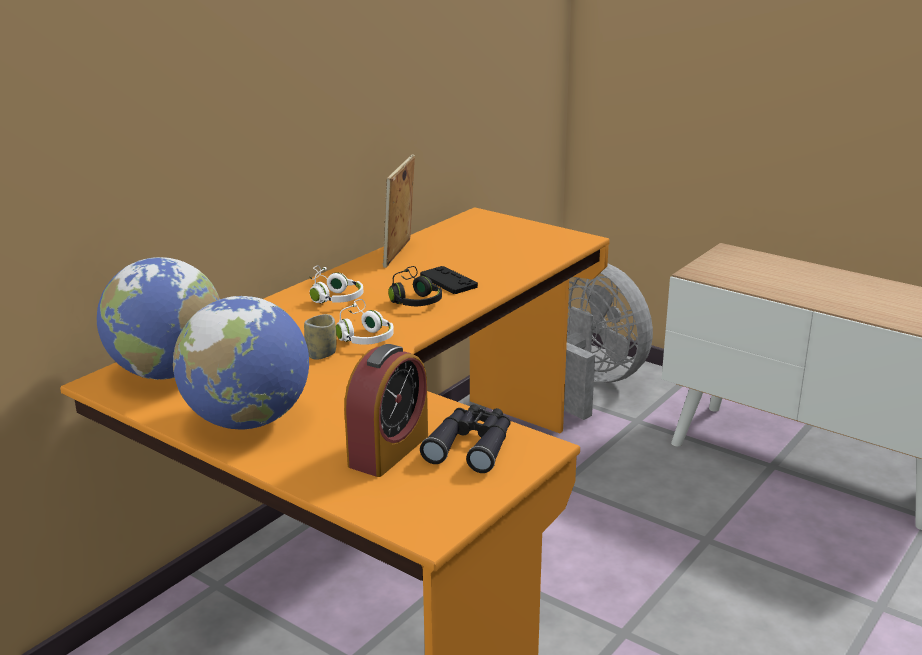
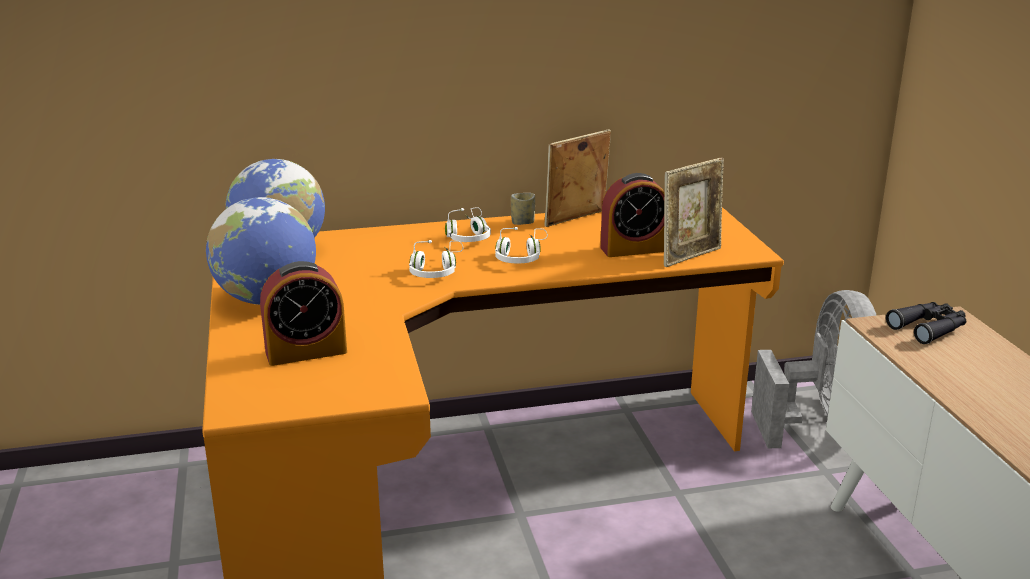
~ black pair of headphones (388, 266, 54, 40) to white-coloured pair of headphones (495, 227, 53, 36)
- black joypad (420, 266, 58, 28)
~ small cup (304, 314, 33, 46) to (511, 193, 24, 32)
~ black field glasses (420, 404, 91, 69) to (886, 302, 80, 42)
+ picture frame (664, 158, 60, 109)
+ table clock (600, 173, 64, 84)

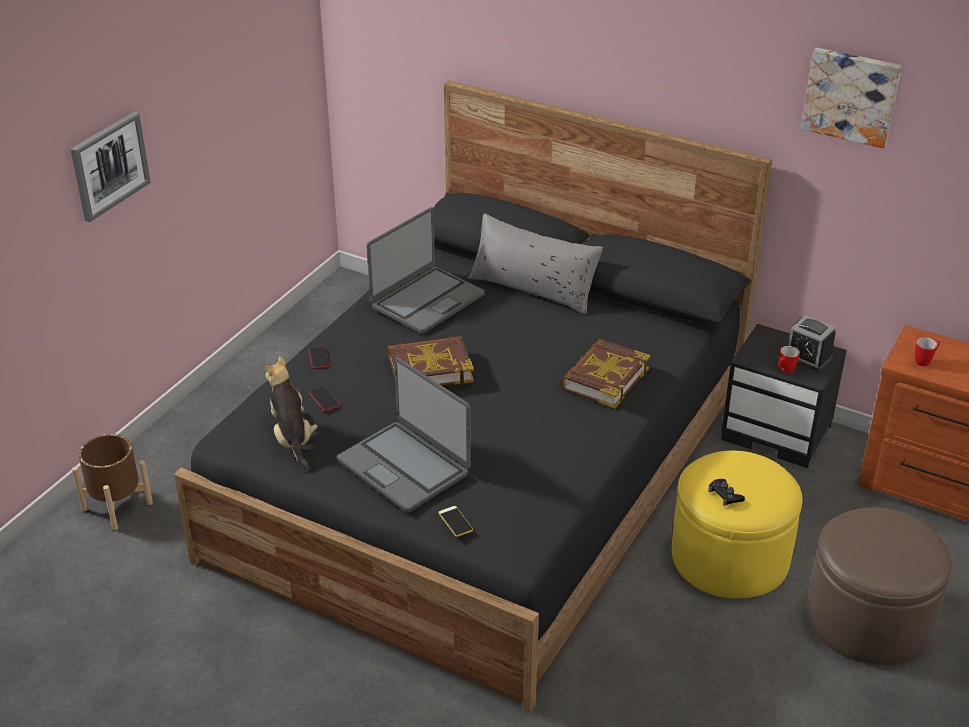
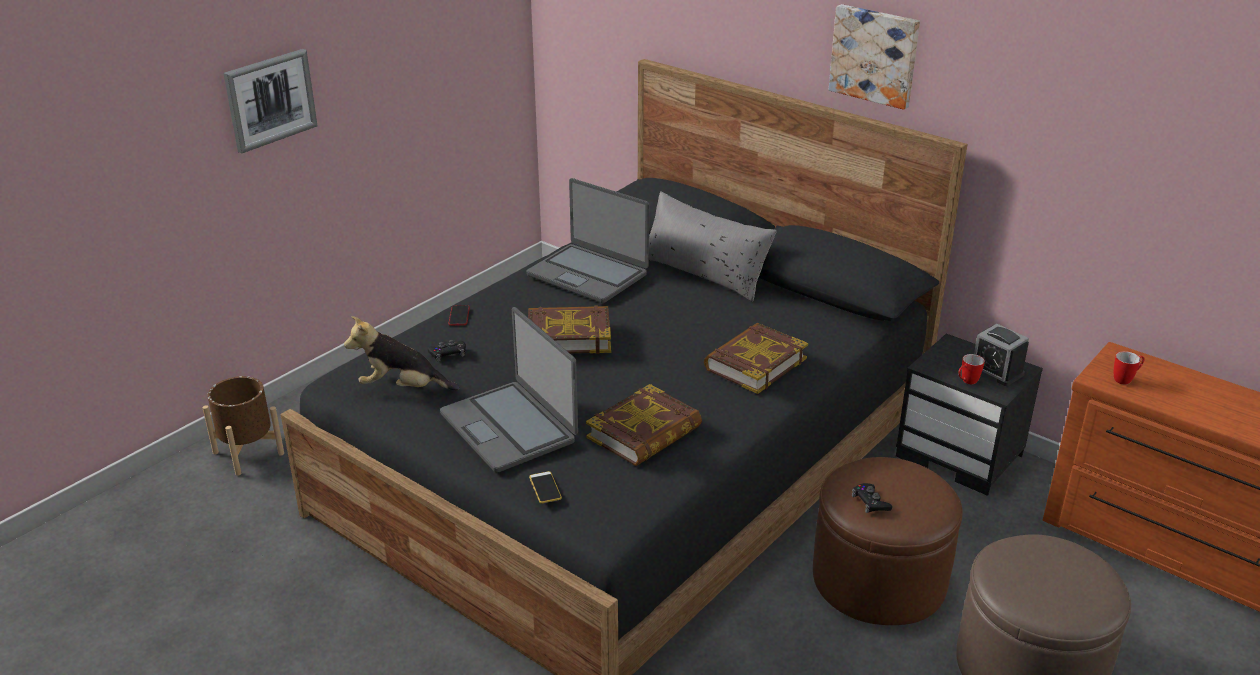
~ wall picture (801, 48, 101, 100) to (829, 4, 91, 106)
~ laptop (366, 207, 119, 127) = (527, 178, 122, 125) 75 degrees clockwise
~ plush toy (265, 356, 53, 115) = (344, 316, 116, 74) 75 degrees counterclockwise
~ phone (309, 387, 31, 25) to black joypad (428, 340, 38, 22)
~ yellowish ottoman (672, 451, 130, 148) to brown-coloured ottoman (813, 457, 150, 168)
+ book (586, 384, 116, 82)

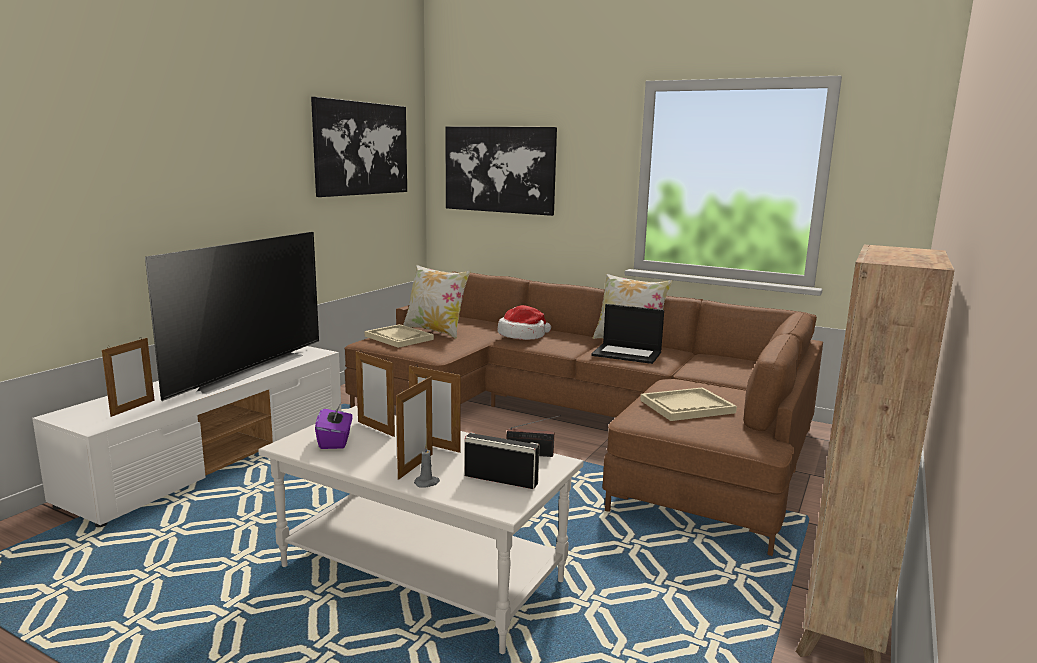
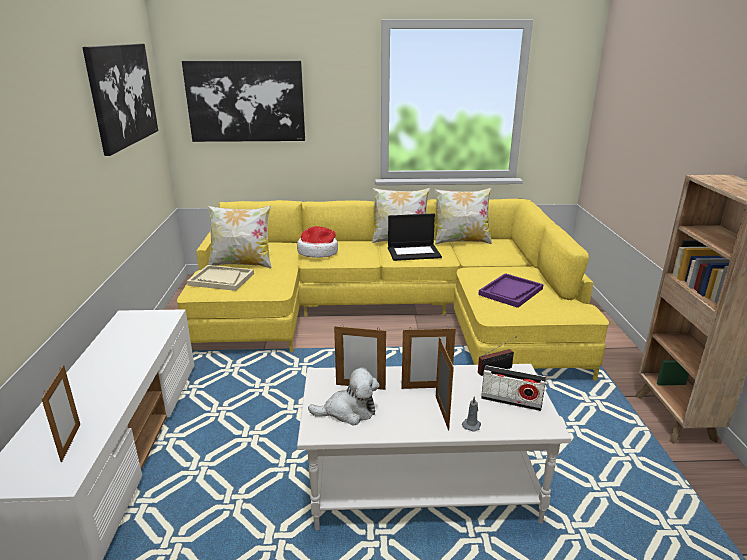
- TV set (145, 232, 174, 169)
~ brown-coloured settee (344, 271, 479, 285) to yellowish settee (177, 199, 432, 182)
~ beige-coloured carrying tray (640, 387, 97, 34) to purplish carrying tray (478, 273, 65, 35)
~ purplish box of tissues (315, 403, 38, 46) to plush toy (308, 367, 72, 58)
~ radio receiver (465, 432, 74, 57) = (481, 365, 65, 46) 150 degrees counterclockwise
+ cushion (435, 188, 57, 57)

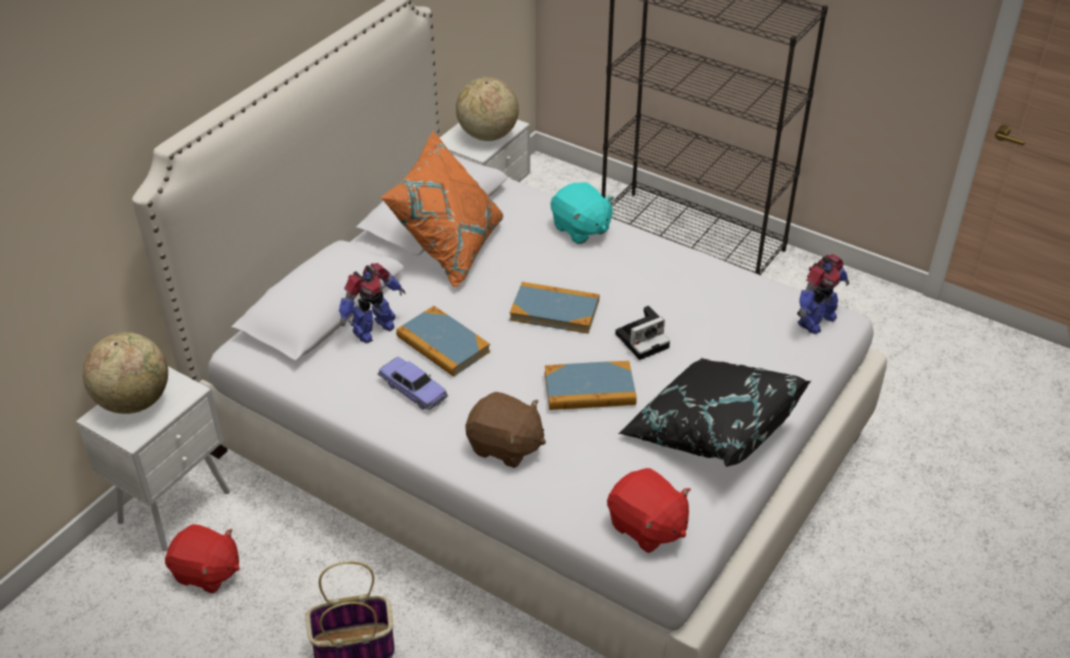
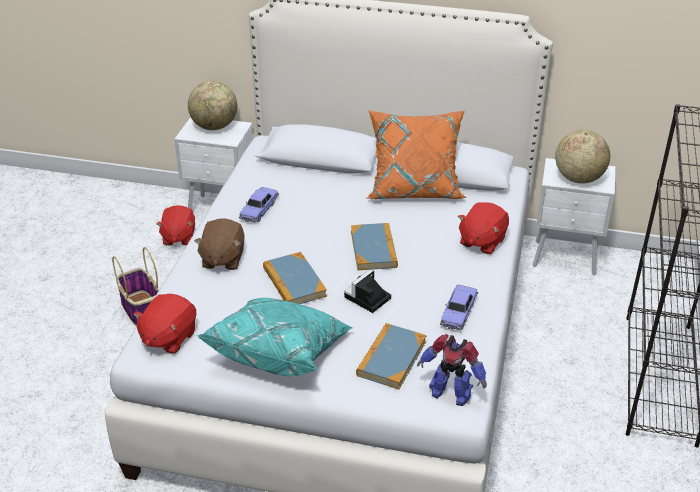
~ turquoise plush toy (551, 182, 63, 62) to reddish plush toy (458, 202, 51, 52)
- model robot (339, 263, 66, 80)
~ book (396, 306, 94, 71) to (356, 323, 70, 66)
~ still camera (615, 306, 55, 54) = (344, 269, 47, 44) 90 degrees clockwise
~ black cushion (618, 358, 193, 109) to turquoise cushion (197, 298, 156, 79)
+ miniature car (440, 285, 38, 45)

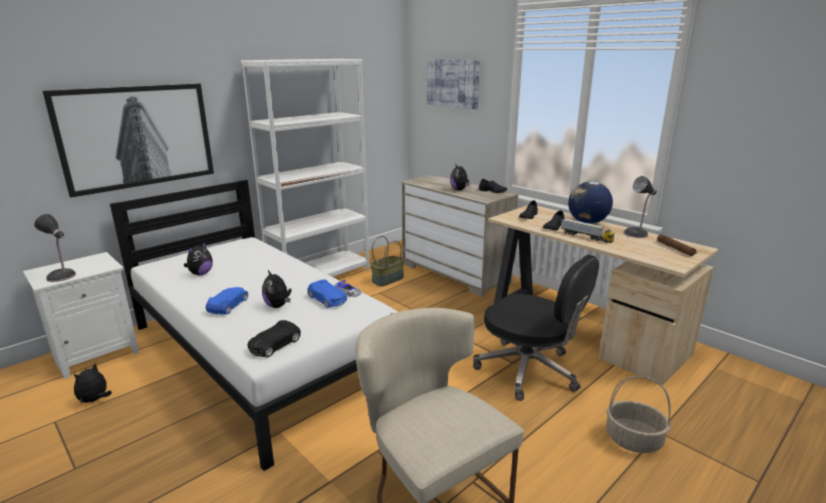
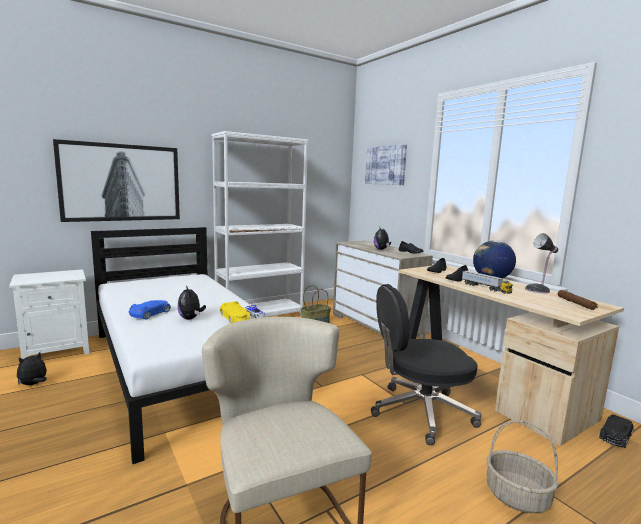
- tabletop lamp (34, 214, 42, 68)
- plush toy (184, 242, 29, 33)
~ black office chair (473, 255, 126, 146) = (371, 284, 111, 161) 120 degrees clockwise
~ bluish miniature car (307, 280, 40, 28) to yellowish miniature car (220, 302, 30, 22)
~ black miniature car (248, 320, 53, 37) to (599, 414, 35, 34)

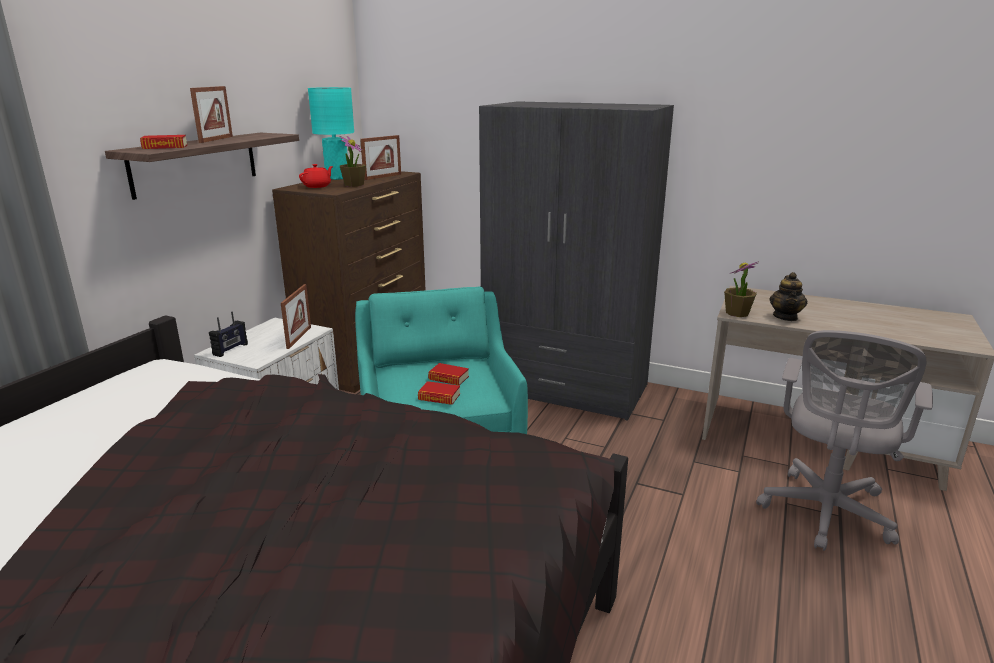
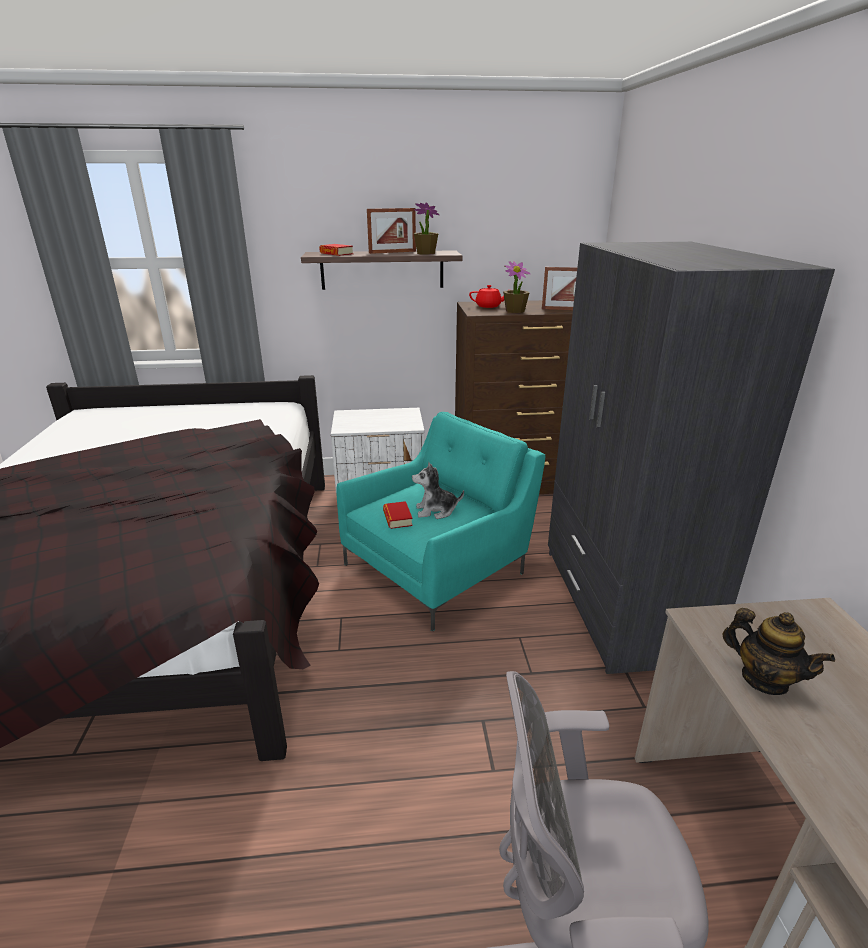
- turquoise tabletop lamp (308, 87, 46, 93)
~ plant in a pot (724, 262, 34, 55) to (414, 203, 26, 52)
~ pot for tea (769, 272, 39, 49) = (722, 608, 113, 87) 120 degrees counterclockwise
- picture frame (281, 284, 30, 65)
- radio receiver (209, 312, 39, 45)
~ book (428, 363, 41, 22) to plush toy (412, 462, 52, 57)

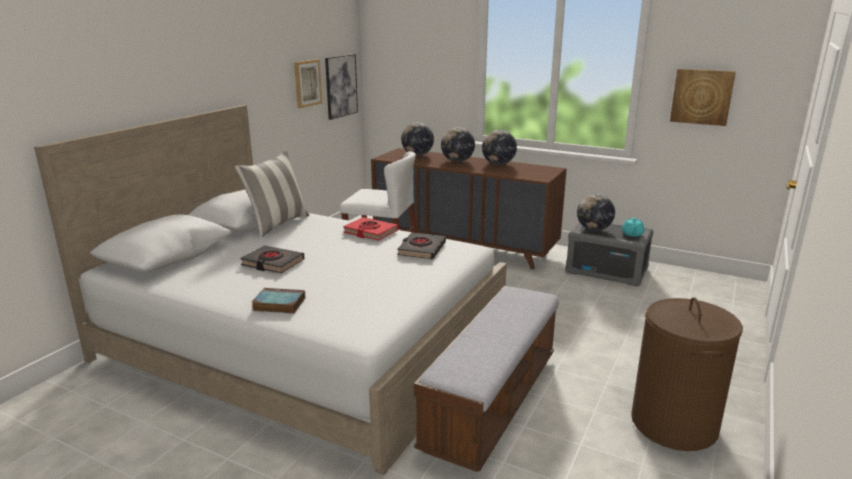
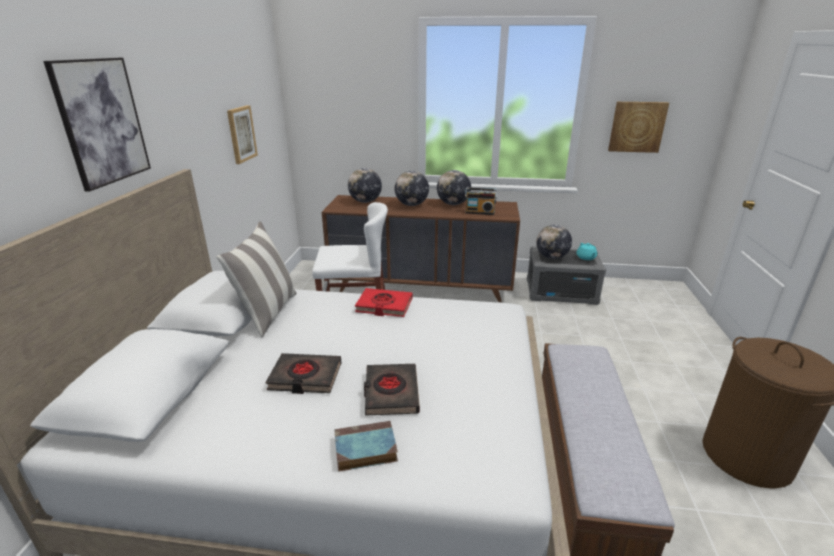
~ wall picture (325, 54, 33, 66) to (43, 58, 108, 134)
~ black book (397, 232, 49, 27) to (364, 364, 56, 52)
+ radio receiver (465, 187, 32, 28)

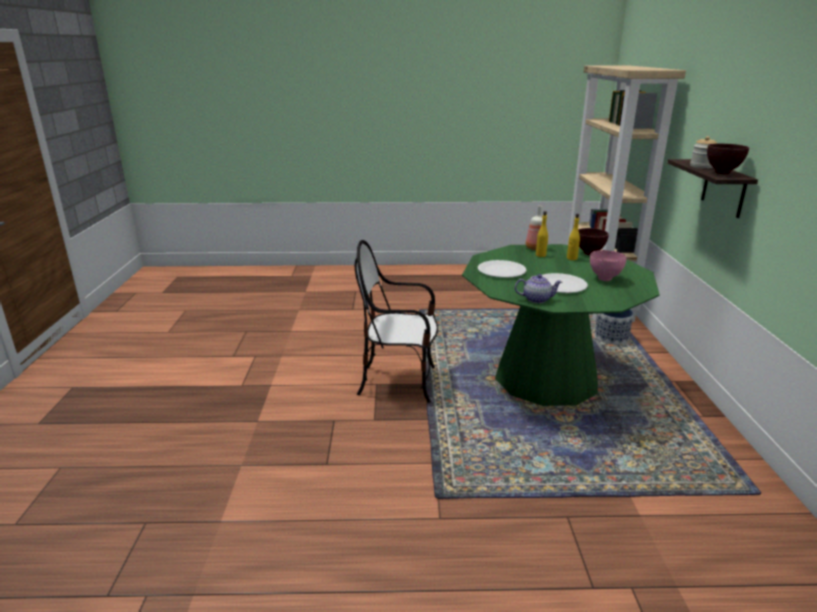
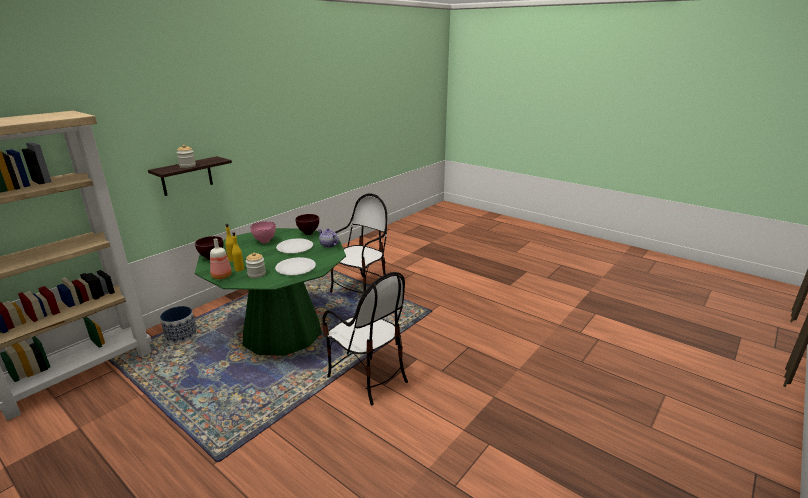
~ brown-coloured serving bowl (707, 143, 42, 31) to (295, 214, 24, 21)
+ upright chair (330, 193, 57, 100)
+ preserve jar (246, 253, 20, 25)

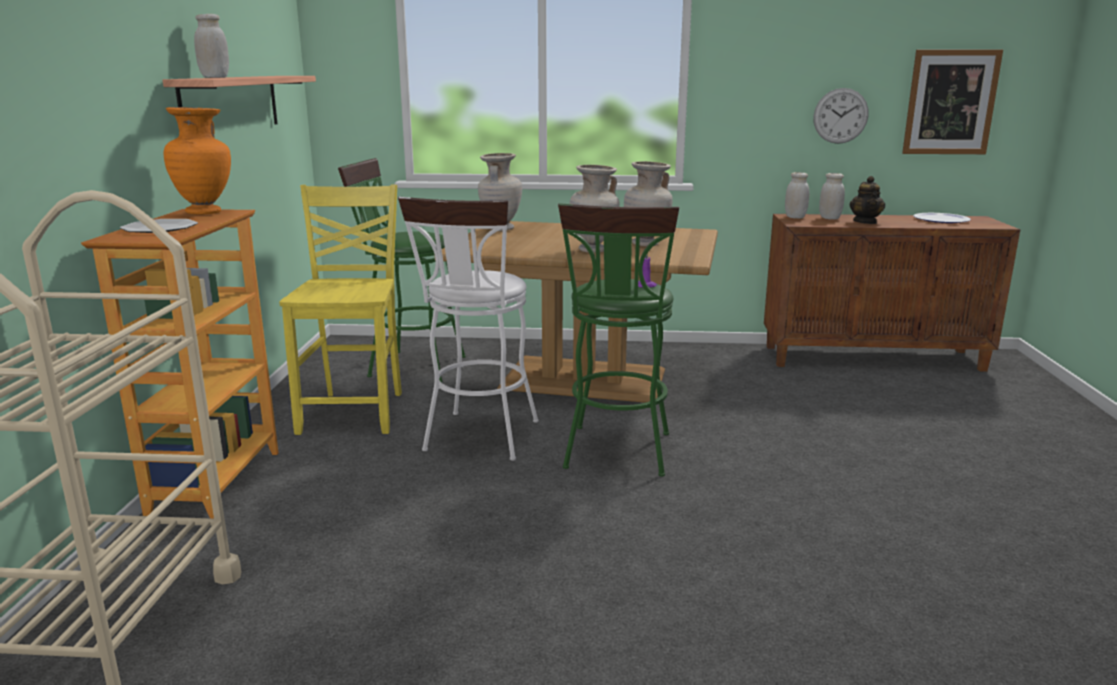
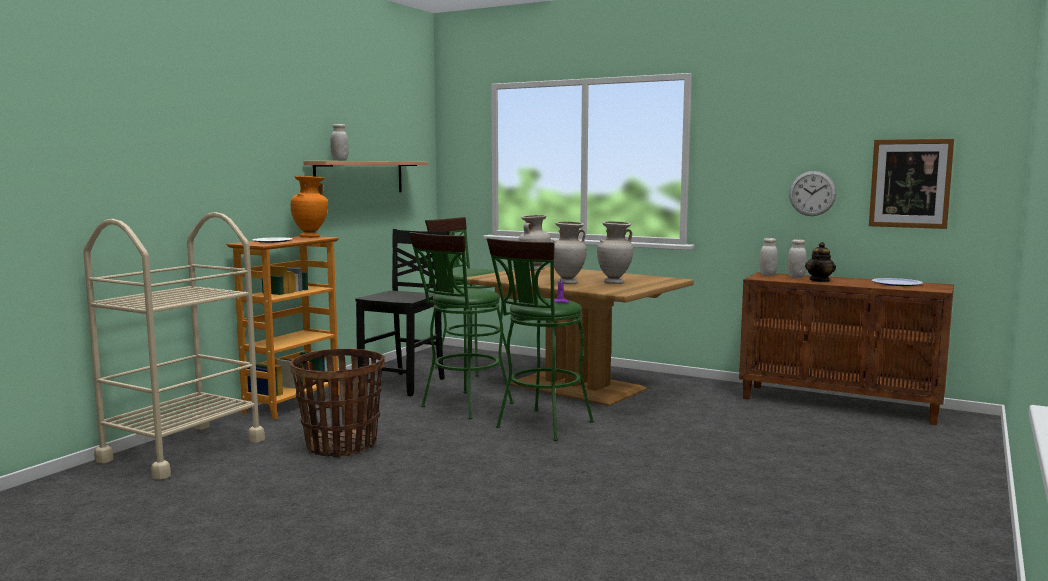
~ yellowish upright chair (279, 184, 123, 251) to black upright chair (355, 229, 94, 167)
~ white-coloured stool seat (398, 197, 141, 264) to green-coloured stool seat (409, 232, 105, 187)
+ storage basket (290, 348, 95, 109)

